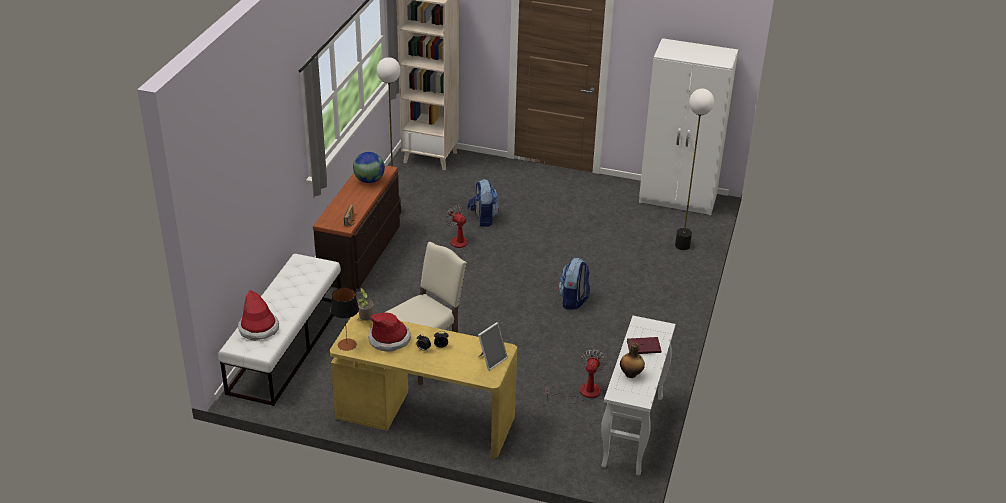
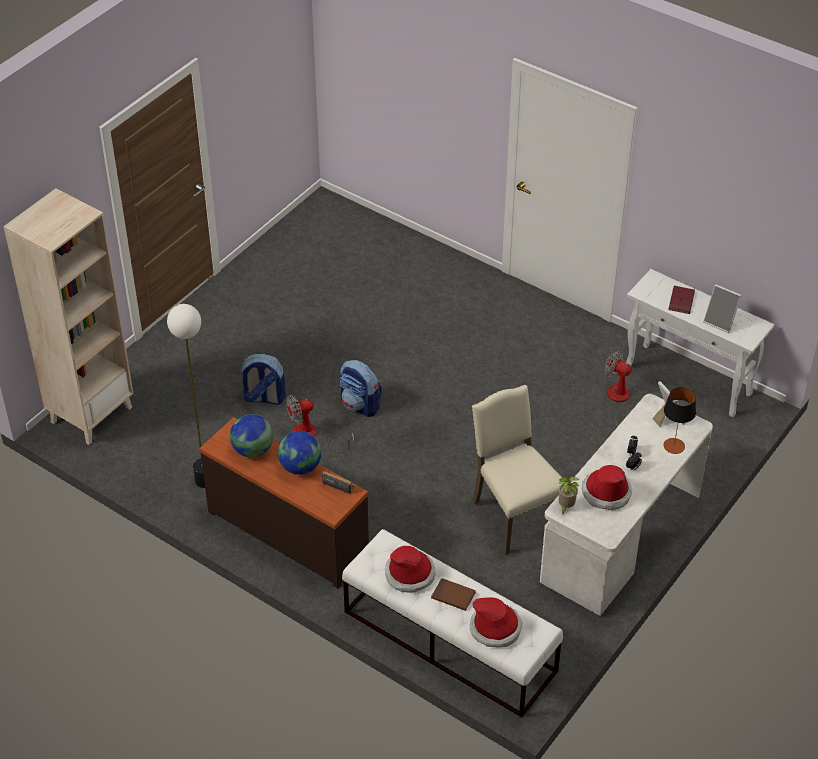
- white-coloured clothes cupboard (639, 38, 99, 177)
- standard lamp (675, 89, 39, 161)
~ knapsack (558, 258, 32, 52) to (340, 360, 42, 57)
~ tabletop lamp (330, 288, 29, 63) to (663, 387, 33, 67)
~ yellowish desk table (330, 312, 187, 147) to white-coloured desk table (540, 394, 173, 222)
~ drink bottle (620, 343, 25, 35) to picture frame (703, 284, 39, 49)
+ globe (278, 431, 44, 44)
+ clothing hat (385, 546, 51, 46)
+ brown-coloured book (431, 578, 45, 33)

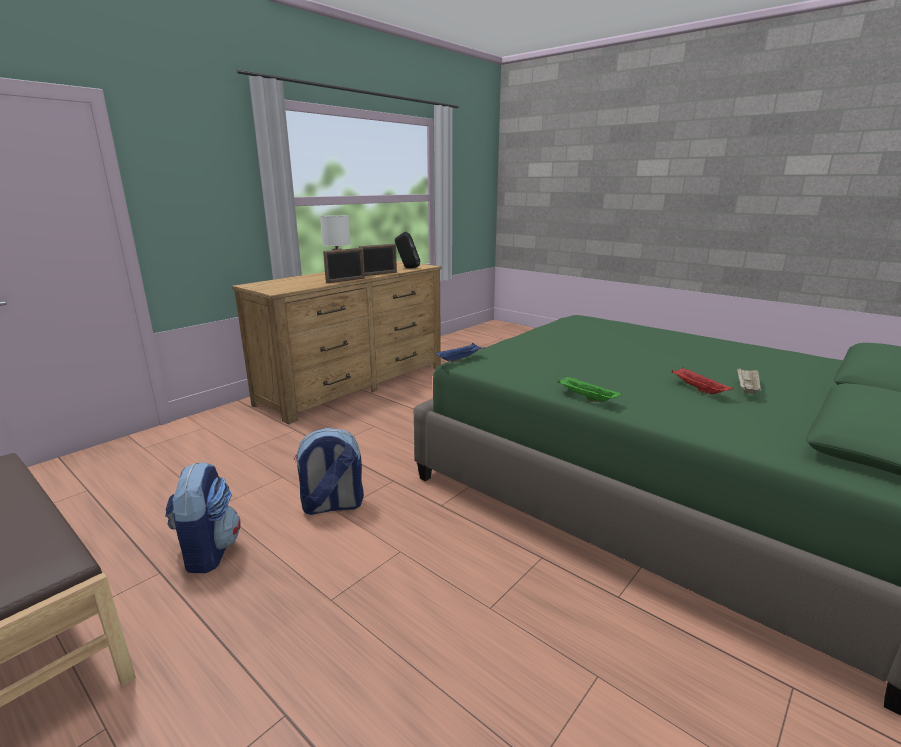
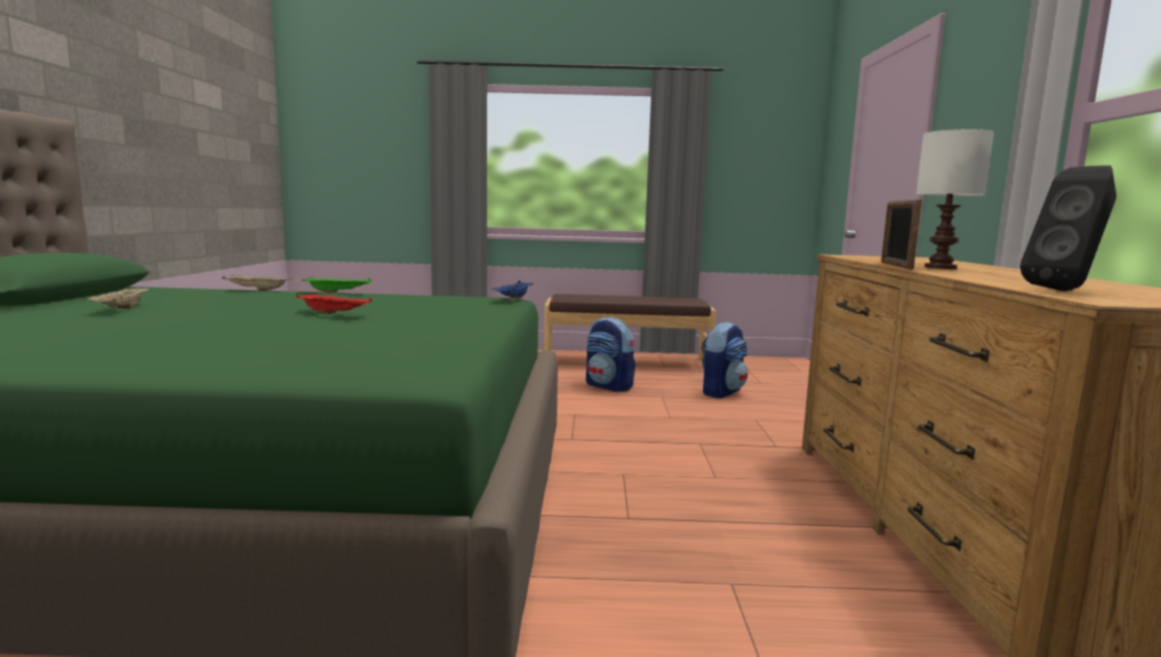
- picture frame (359, 244, 38, 32)
~ reddish carrying tray (671, 368, 62, 26) to (296, 293, 76, 21)
~ knapsack (294, 428, 70, 87) to (701, 322, 47, 76)
+ beige-coloured carrying tray (222, 274, 71, 17)

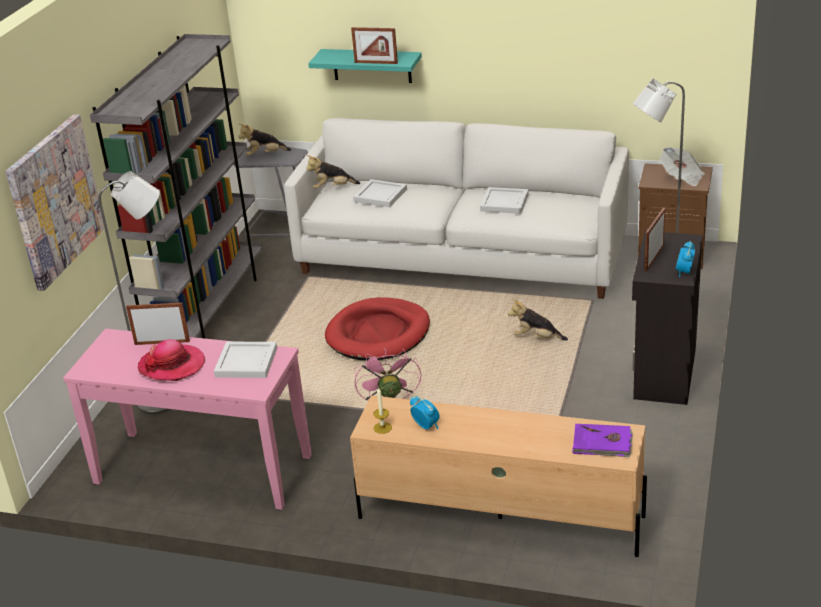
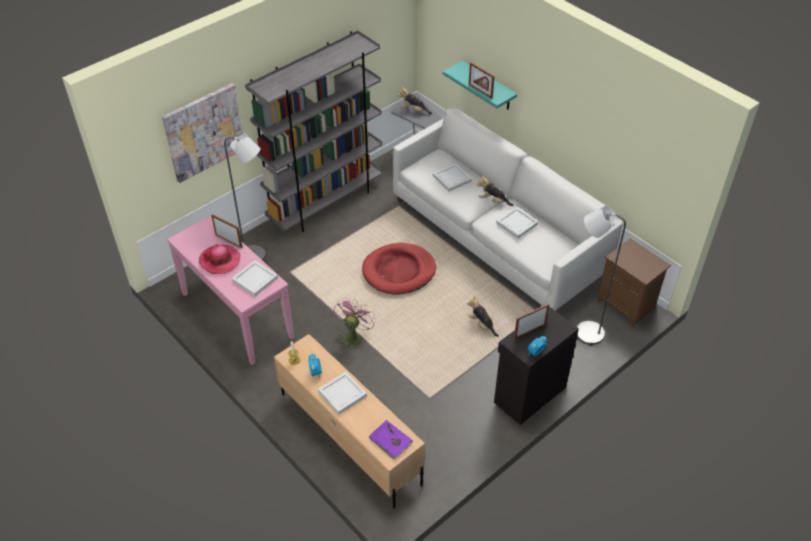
- newspaper (660, 147, 45, 39)
~ plush toy (306, 155, 54, 34) to (476, 175, 38, 31)
+ white-coloured carrying tray (318, 372, 49, 43)

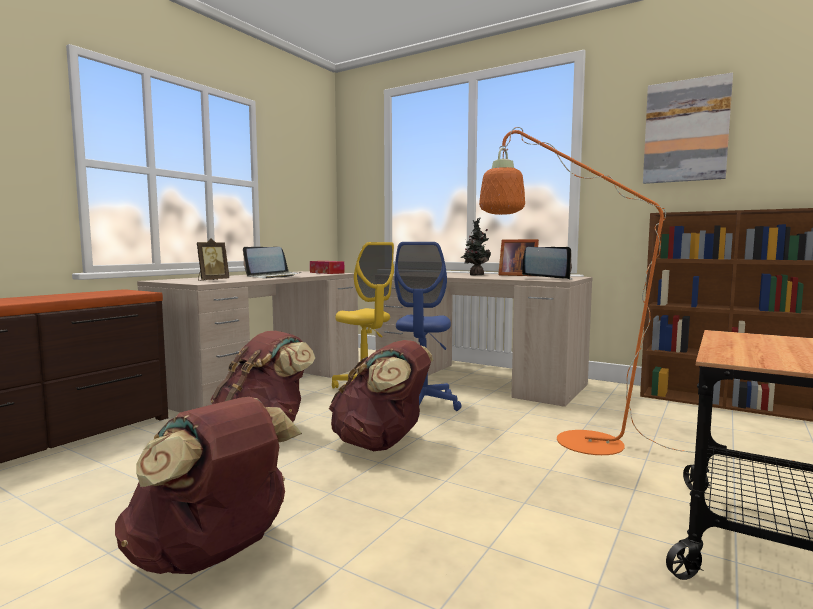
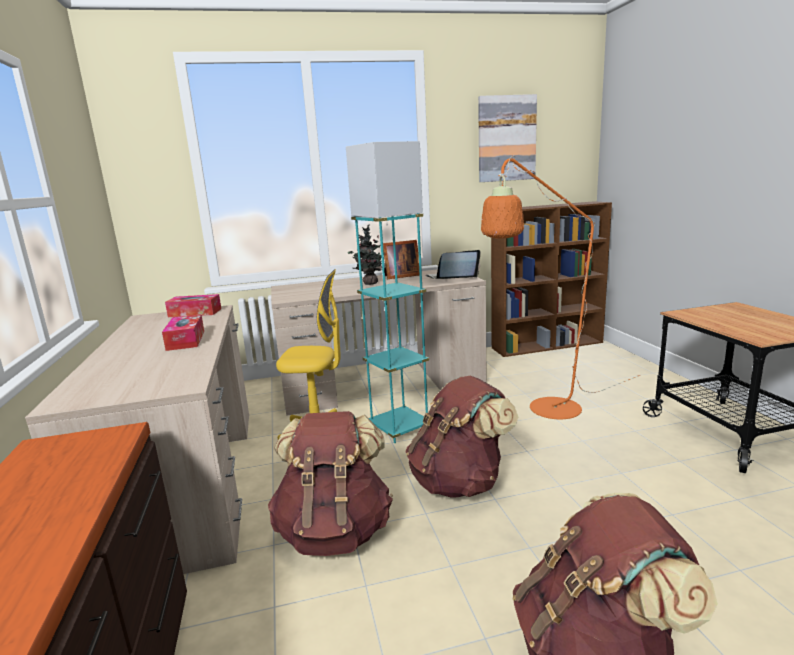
- picture frame (197, 238, 32, 43)
~ bluish office chair (394, 242, 67, 169) to turquoise standard lamp (346, 141, 83, 302)
~ laptop (243, 247, 59, 31) to box of tissues (162, 314, 42, 37)

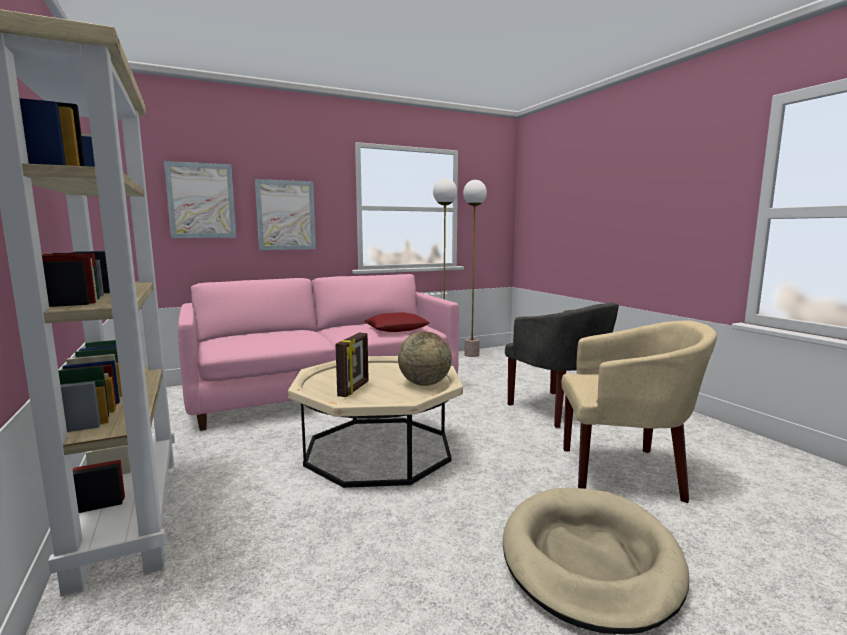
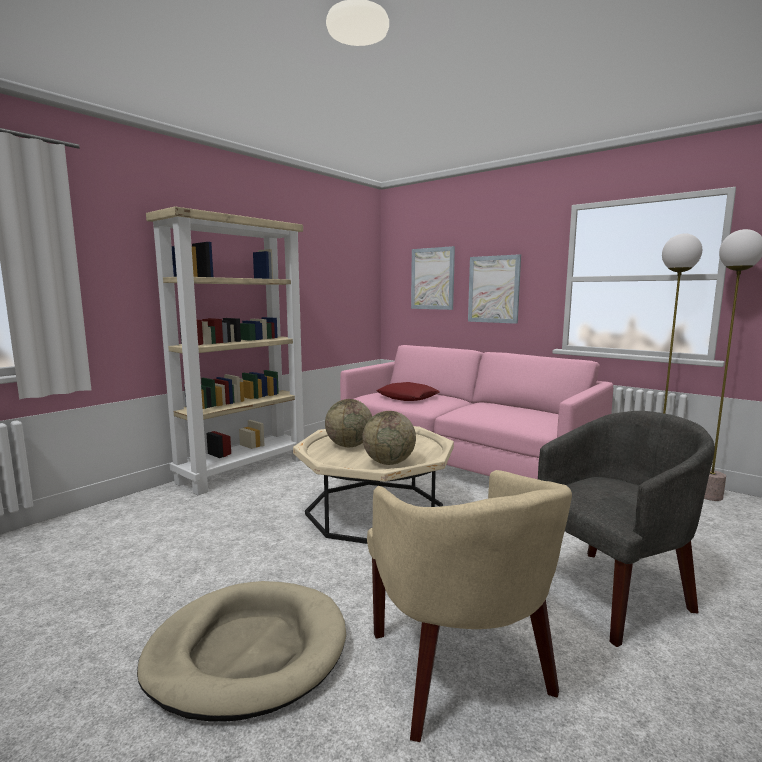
~ grey easy chair (505, 302, 114, 126) = (538, 411, 177, 236) 150 degrees counterclockwise
~ reddish cushion (365, 312, 65, 20) to (376, 382, 64, 19)
~ picture frame (335, 333, 34, 64) to globe (325, 399, 47, 48)

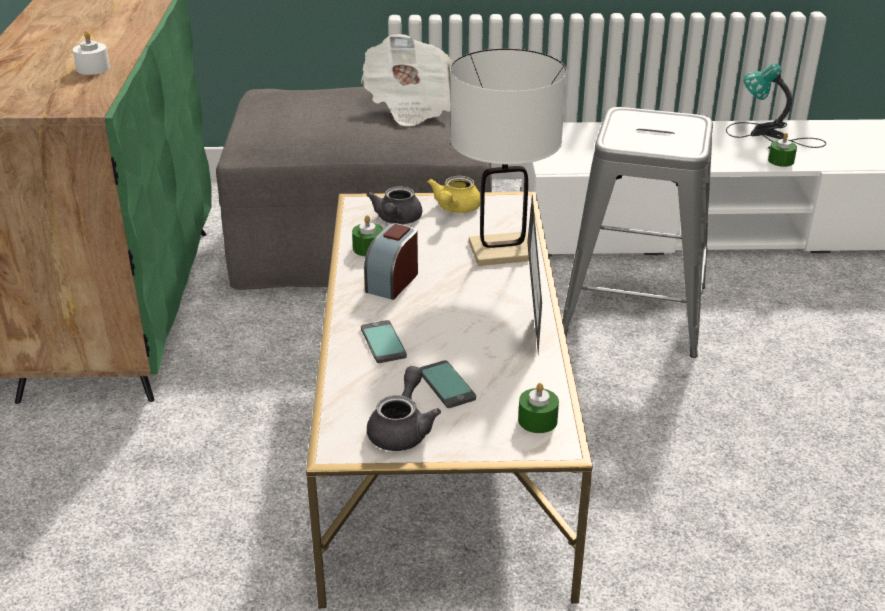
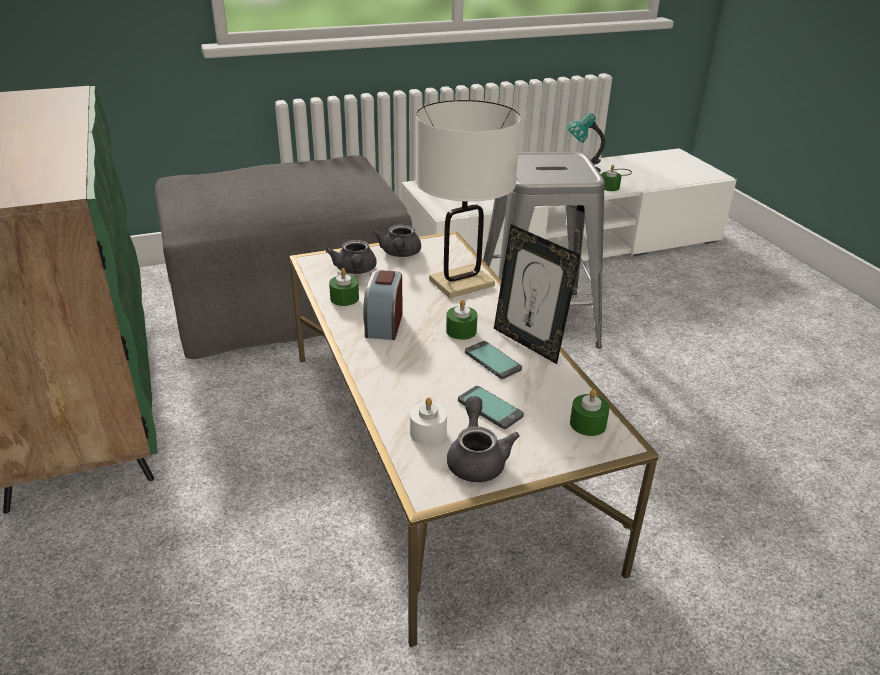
~ white-coloured candle (73, 31, 37, 44) to (410, 397, 37, 48)
- newspaper (361, 34, 92, 93)
~ yellowish pot for tea (428, 176, 53, 37) to grey pot for tea (373, 224, 48, 33)
~ picture frame (527, 194, 15, 160) = (494, 224, 86, 140) 150 degrees clockwise
~ phone (361, 320, 46, 43) to (465, 341, 57, 38)
+ green-coloured candle (446, 299, 32, 41)

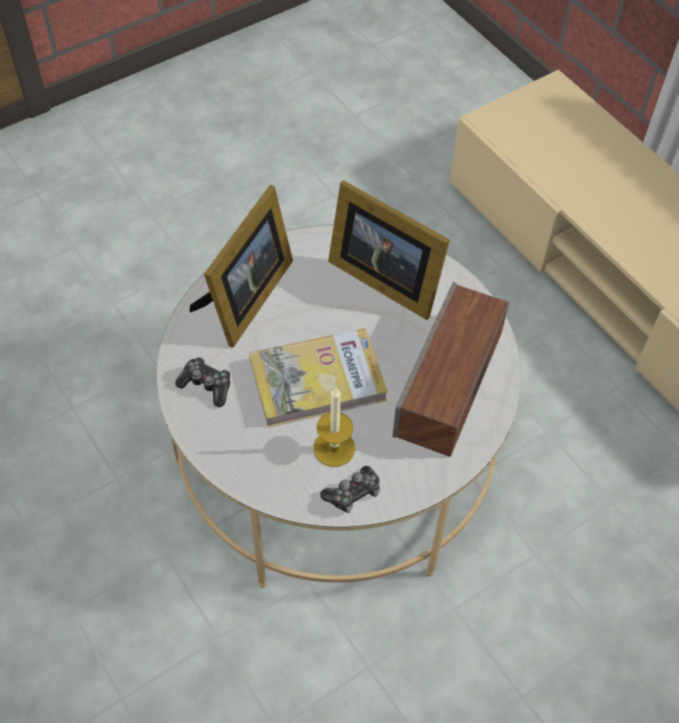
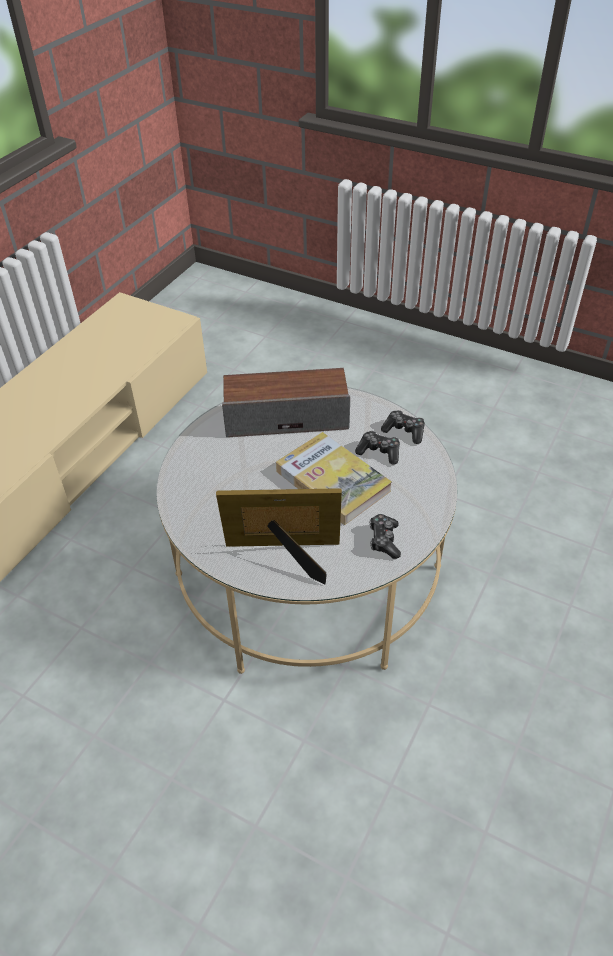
- picture frame (328, 180, 122, 140)
~ candle (314, 388, 41, 79) to joypad (355, 431, 45, 34)

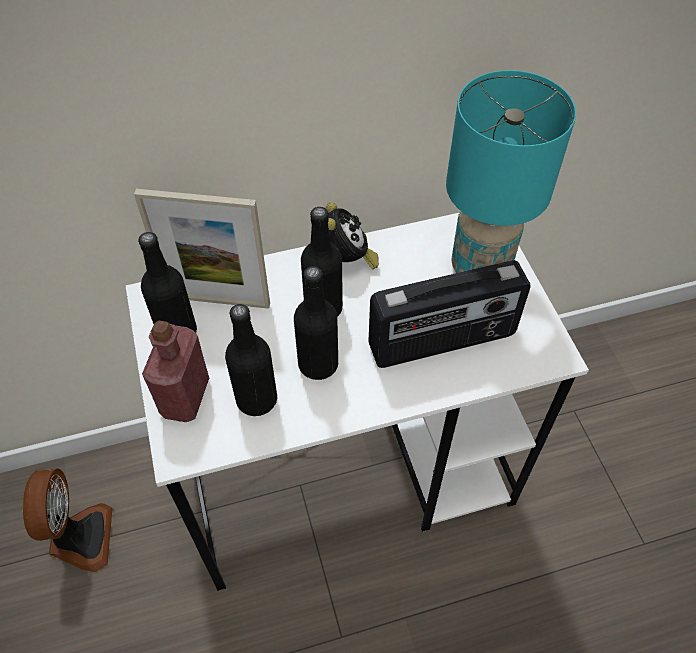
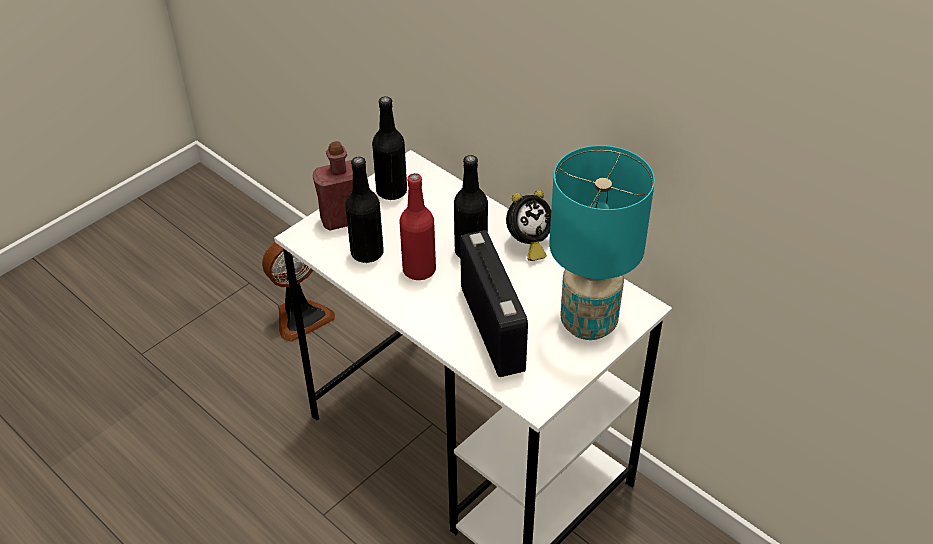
- picture frame (134, 189, 136, 120)
~ radio receiver (368, 260, 163, 108) = (460, 230, 68, 147) 150 degrees counterclockwise
~ black drink bottle (294, 266, 44, 114) to reddish drink bottle (399, 173, 37, 107)

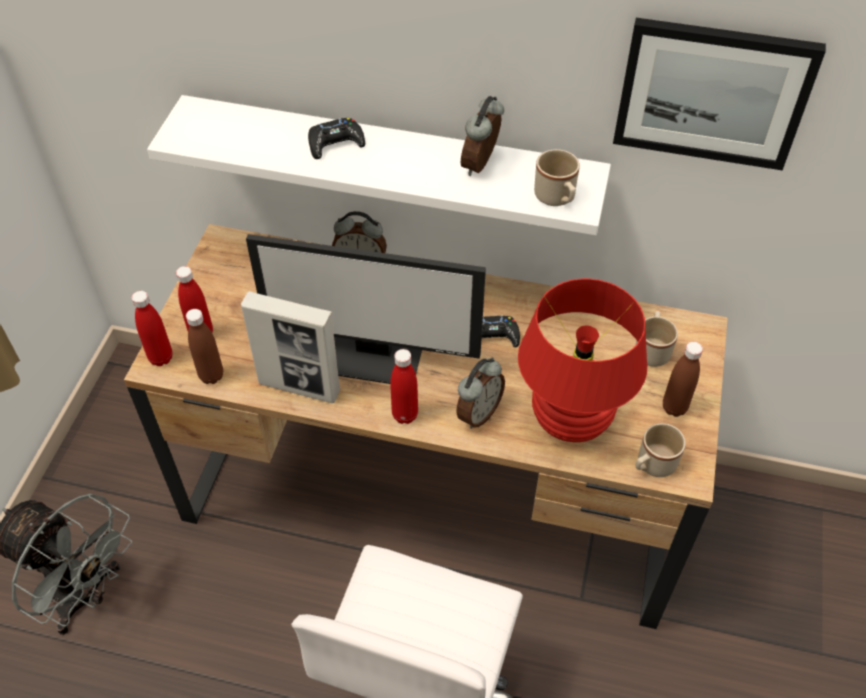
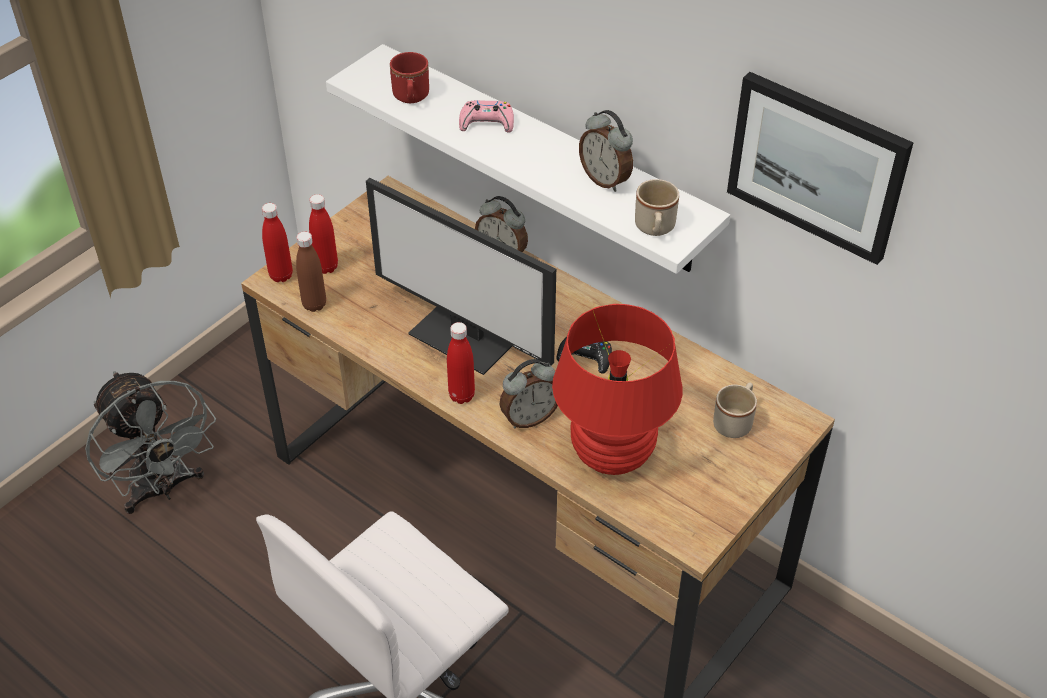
~ table clock (461, 96, 43, 80) = (579, 110, 54, 82) 90 degrees counterclockwise
~ black joypad (308, 118, 57, 41) to pink joypad (459, 100, 55, 33)
- picture frame (241, 291, 99, 112)
- brown-coloured drink bottle (663, 342, 40, 75)
- beige-coloured tea mug (635, 423, 51, 54)
+ reddish tea mug (390, 52, 39, 51)

